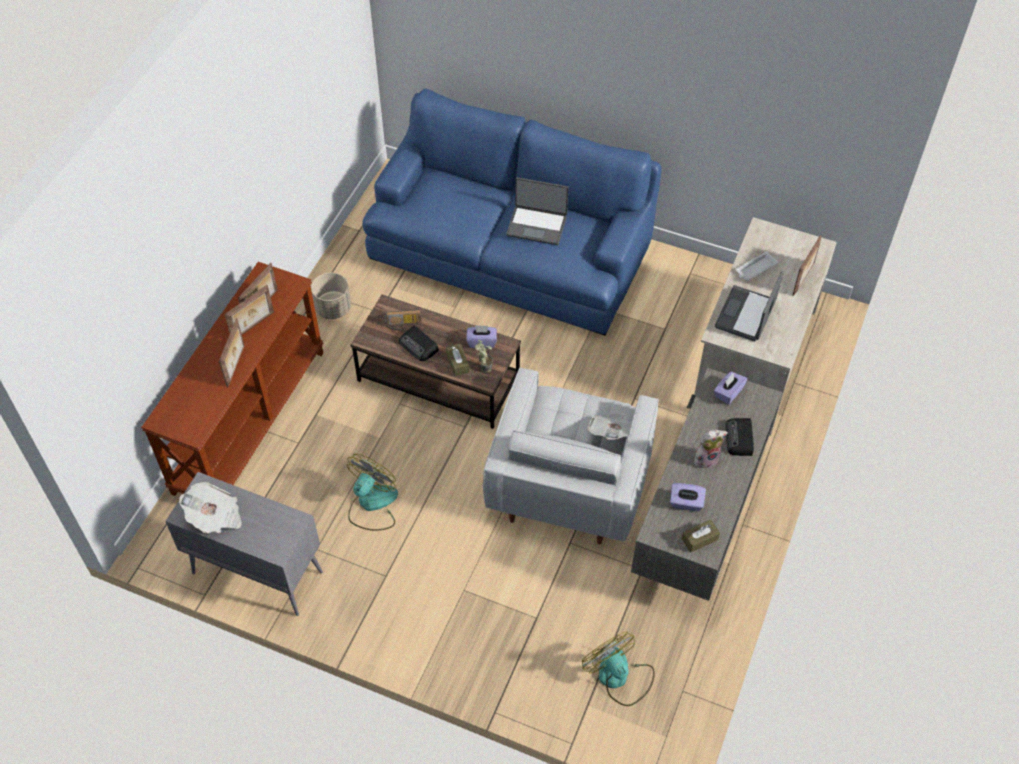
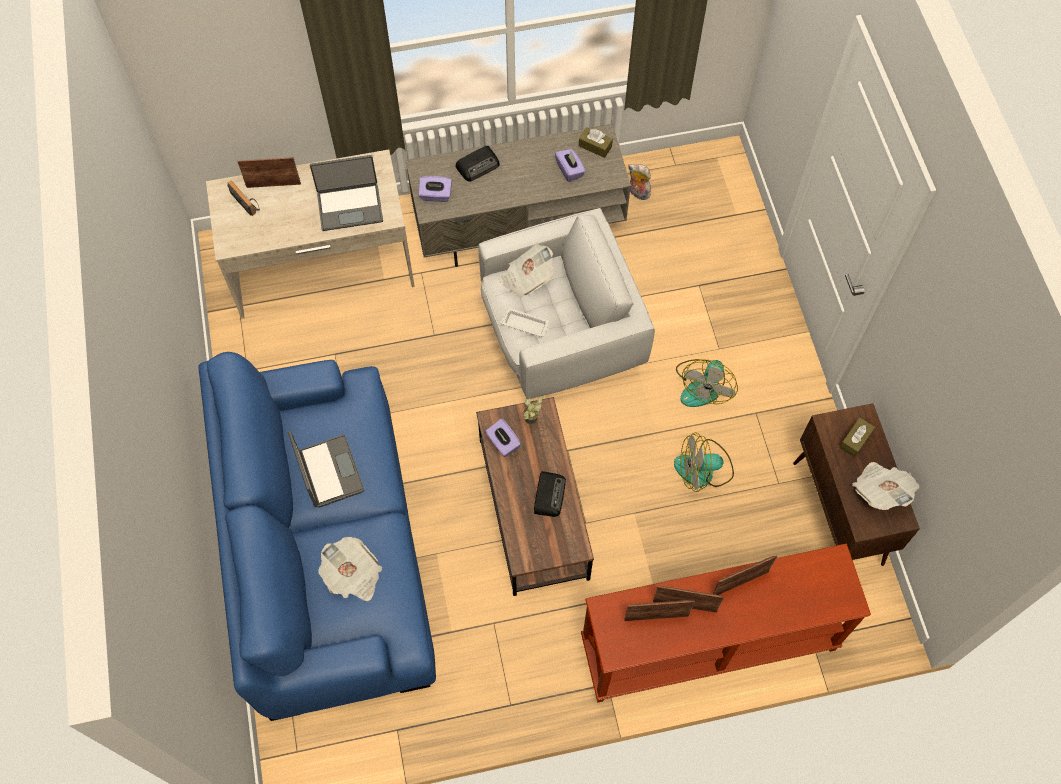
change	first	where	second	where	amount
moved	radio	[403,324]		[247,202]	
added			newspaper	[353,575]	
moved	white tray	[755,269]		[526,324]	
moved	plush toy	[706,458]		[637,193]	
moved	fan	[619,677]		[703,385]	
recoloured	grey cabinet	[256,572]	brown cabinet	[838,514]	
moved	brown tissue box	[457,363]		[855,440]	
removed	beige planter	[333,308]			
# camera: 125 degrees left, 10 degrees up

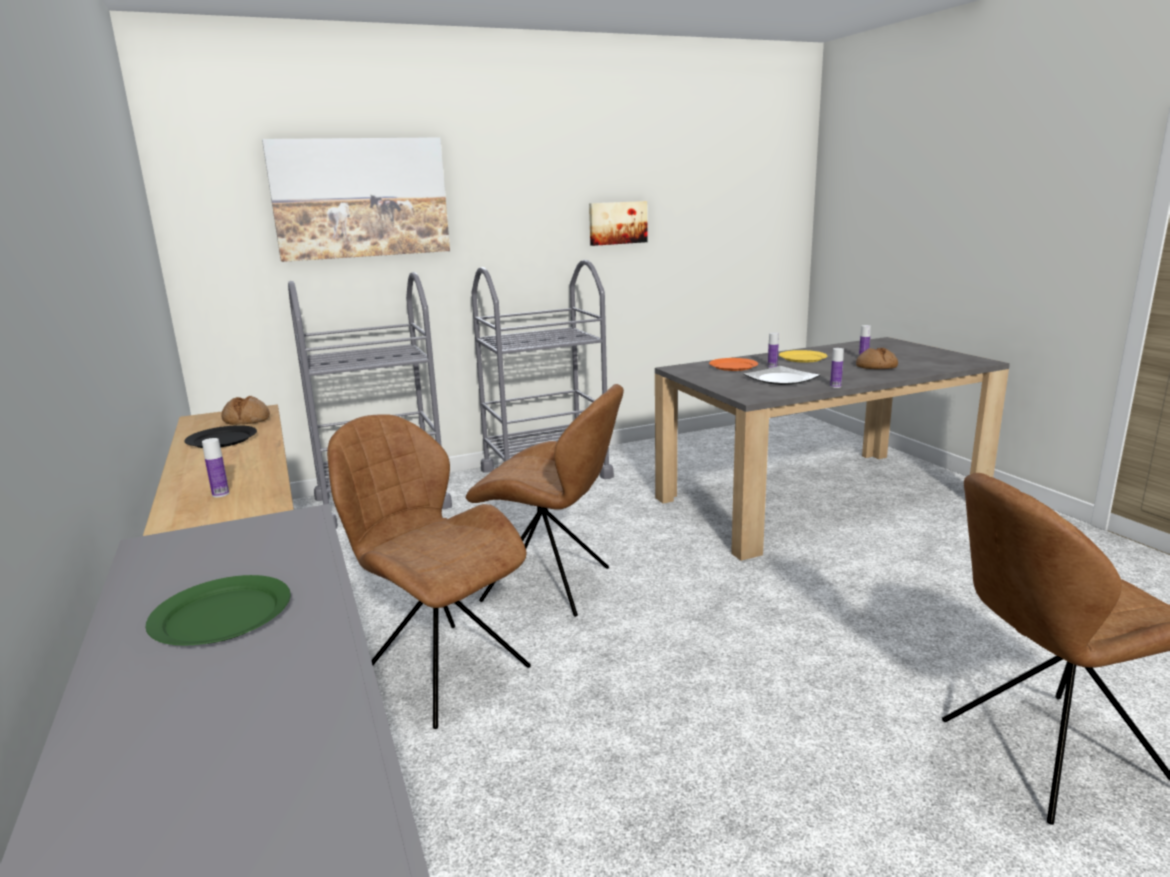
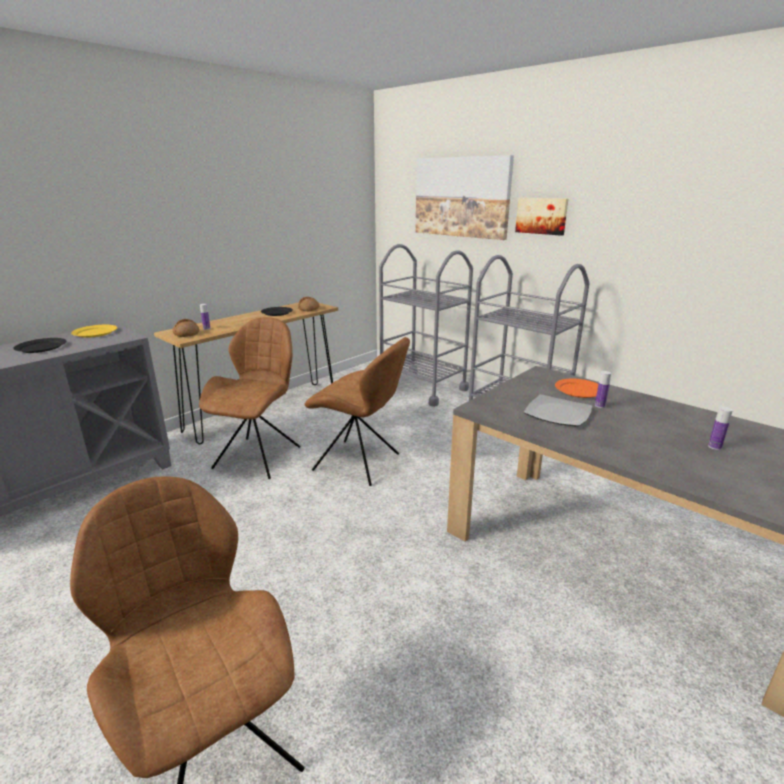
change	first	where	second	where	amount
recoloured	green plate	[223,615]	black plate	[41,347]	
moved	yellow plate	[803,358]		[95,333]	
moved	bread	[876,367]		[186,333]	
turned	brown chair	[551,585]		[359,463]	60 degrees counterclockwise
moved	picture	[617,223]		[541,216]	
removed	bottle	[835,386]			
# camera: 65 degrees right, 5 degrees up

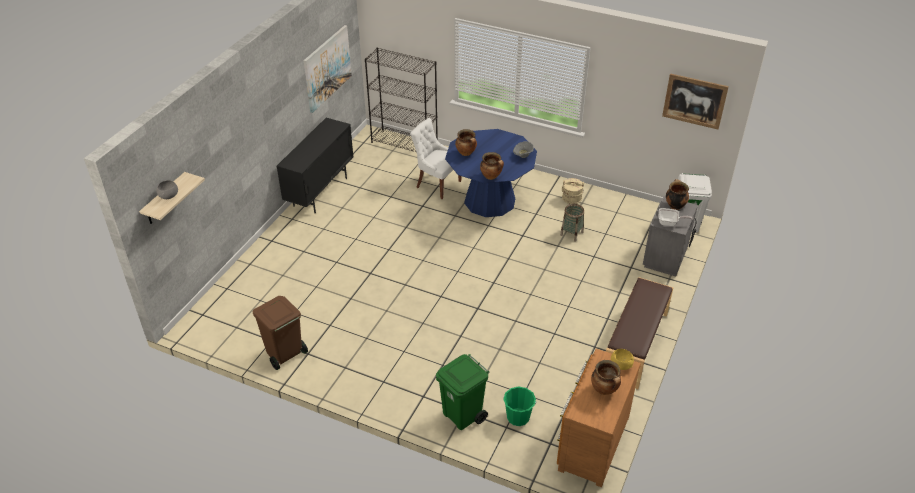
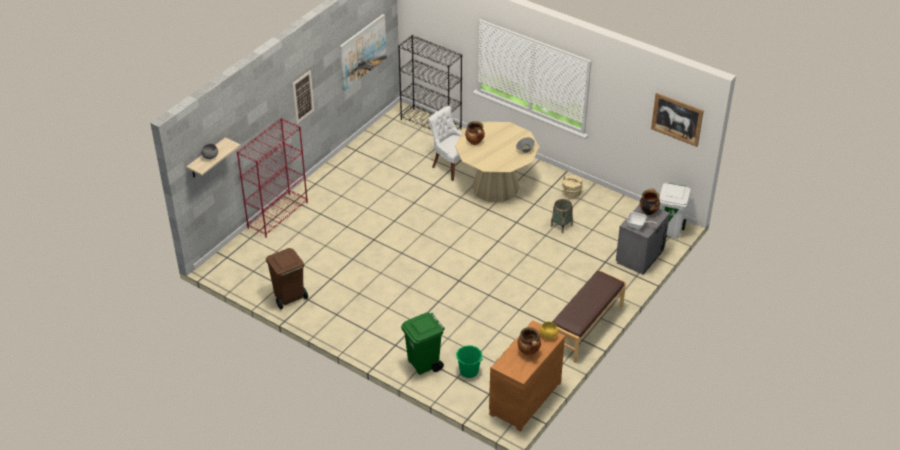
change	first	where	second	where	amount
added			red bookcase	[278,215]	
added			picture	[303,97]	
recoloured	blue dining table	[489,200]	beige dining table	[495,187]	
removed	black cabinet	[320,192]			
removed	cooking pot	[491,176]			
# camera: 10 degrees right, 0 degrees up

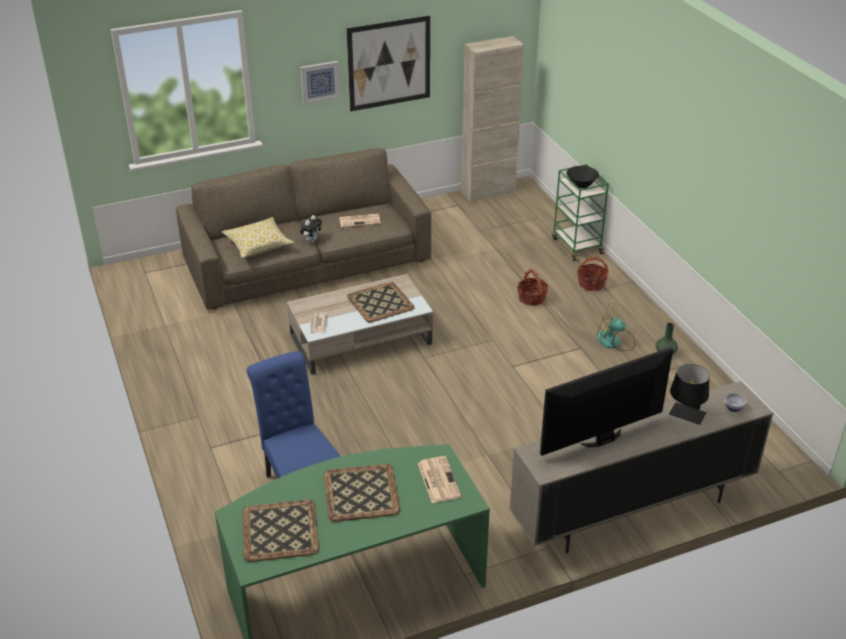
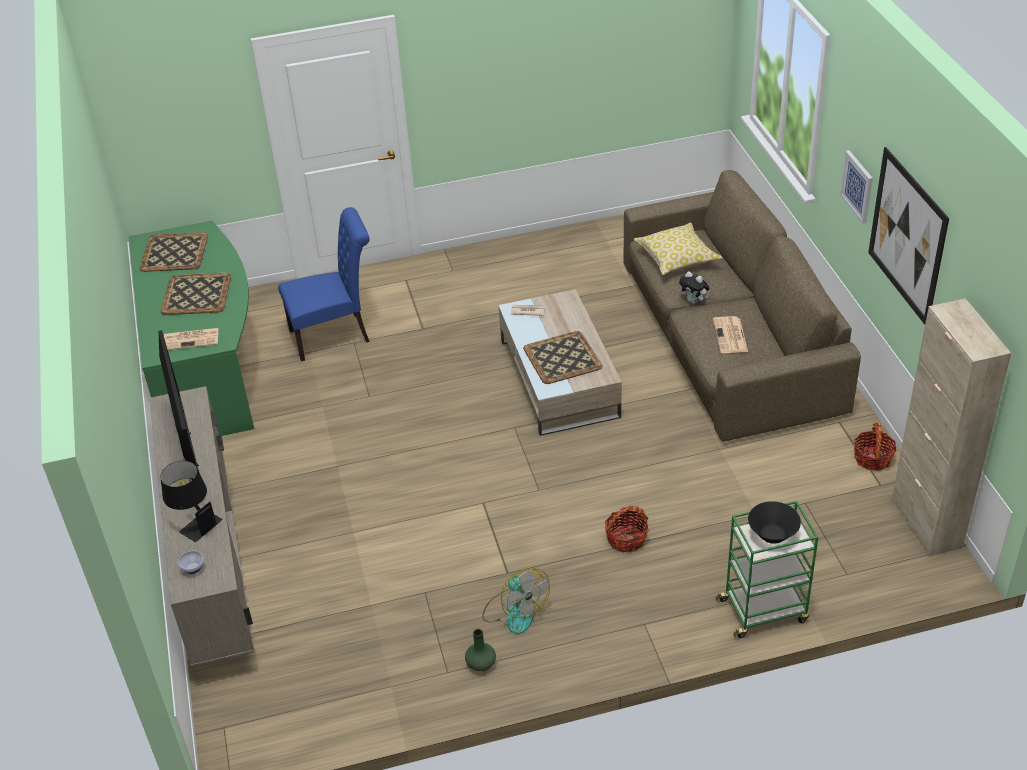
change	first	where	second	where	amount
turned	fan	[614,342]		[514,611]	120 degrees clockwise
moved	basket	[591,284]		[872,458]	
# camera: 100 degrees right, 5 degrees up

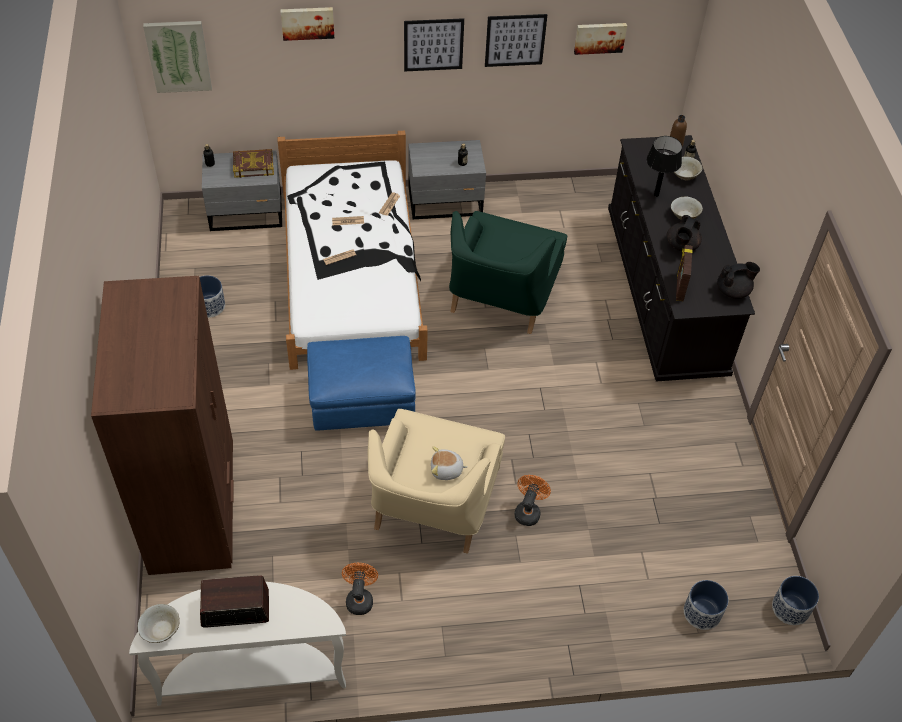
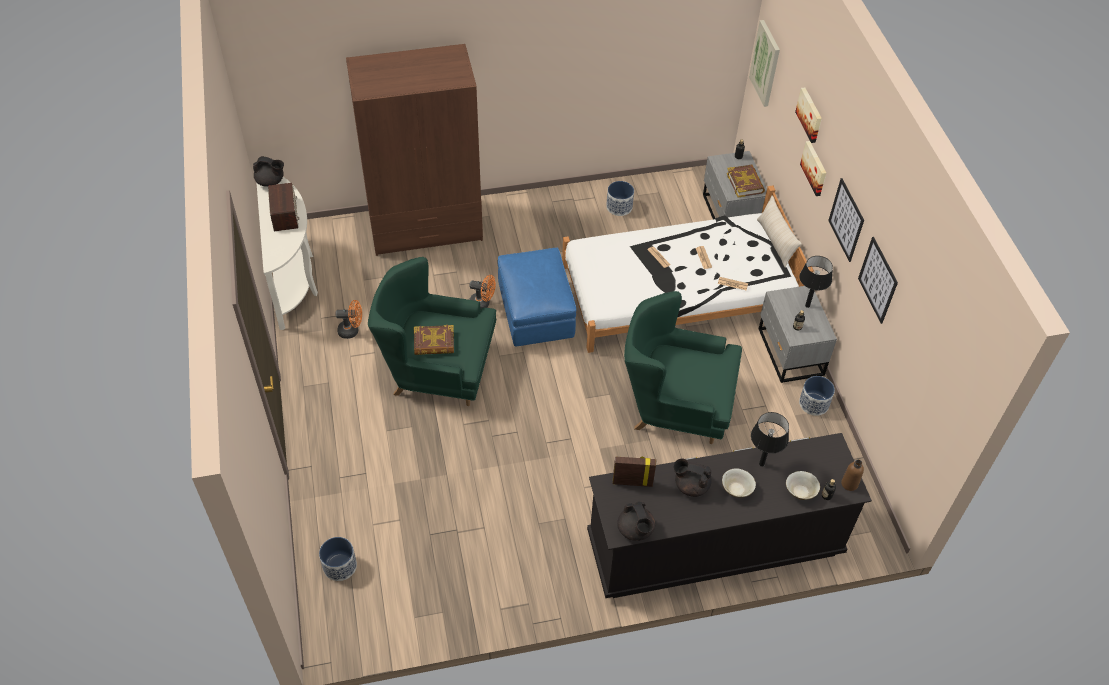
change	first	where	second	where	amount
replaced	beige bowl	[161,630]	black teapot	[271,181]	
recoloured	beige armchair	[432,505]	green armchair	[437,368]	
replaced	plush toy	[446,470]	book	[434,343]	
moved	orange fan	[528,511]		[483,303]	
added			beige pillow	[775,242]	
added			black table lamp	[807,305]	
moved	planter	[790,608]		[813,404]	
moved	picture	[599,37]		[815,168]	
# camera: 85 degrees right, 0 degrees up

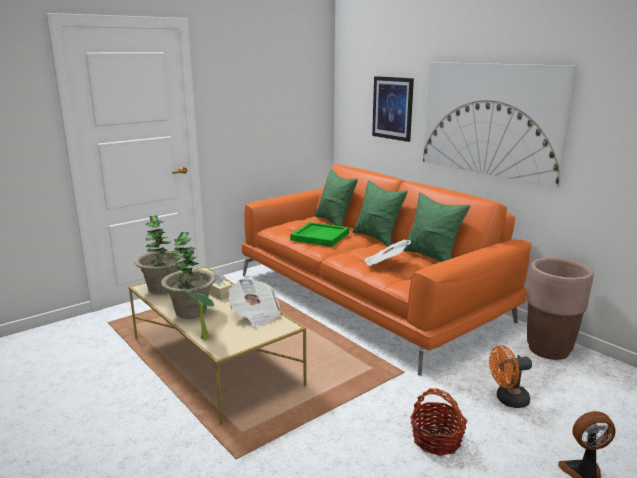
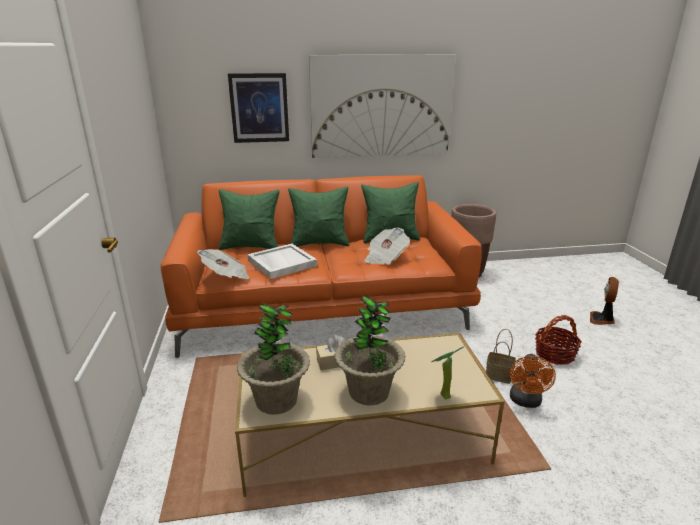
change	first	where	second	where	amount
moved	newspaper	[255,315]		[226,276]	
recoloured	green tray	[320,236]	white tray	[281,263]	
added			basket	[497,375]	
moved	orange fan	[507,400]		[525,402]	
# camera: 60 degrees left, 5 degrees up

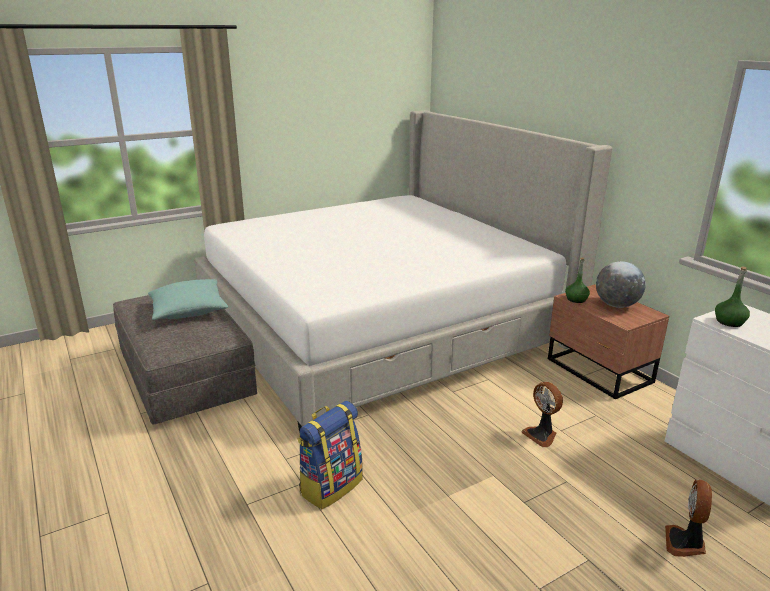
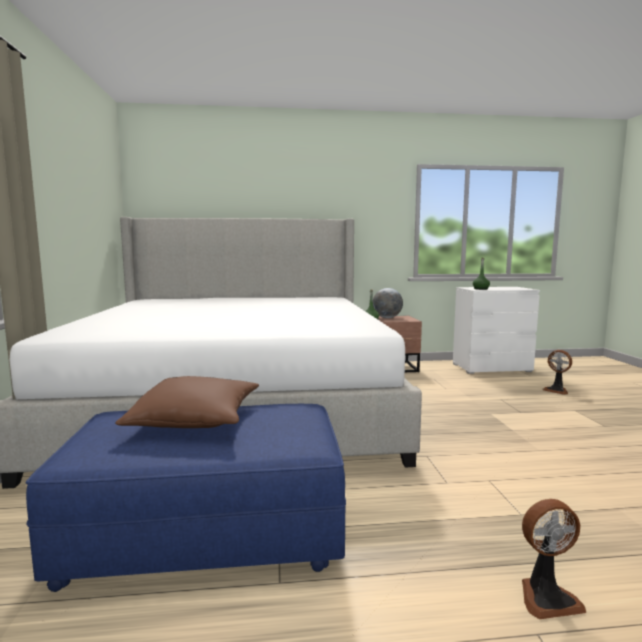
change	first	where	second	where	amount
recoloured	grey ottoman	[186,375]	blue ottoman	[208,527]	
recoloured	turquoise pillow	[188,311]	brown pillow	[196,419]	
moved	fan	[541,435]		[546,597]	
removed	backpack	[330,486]			
# camera: 65 degrees left, 15 degrees down

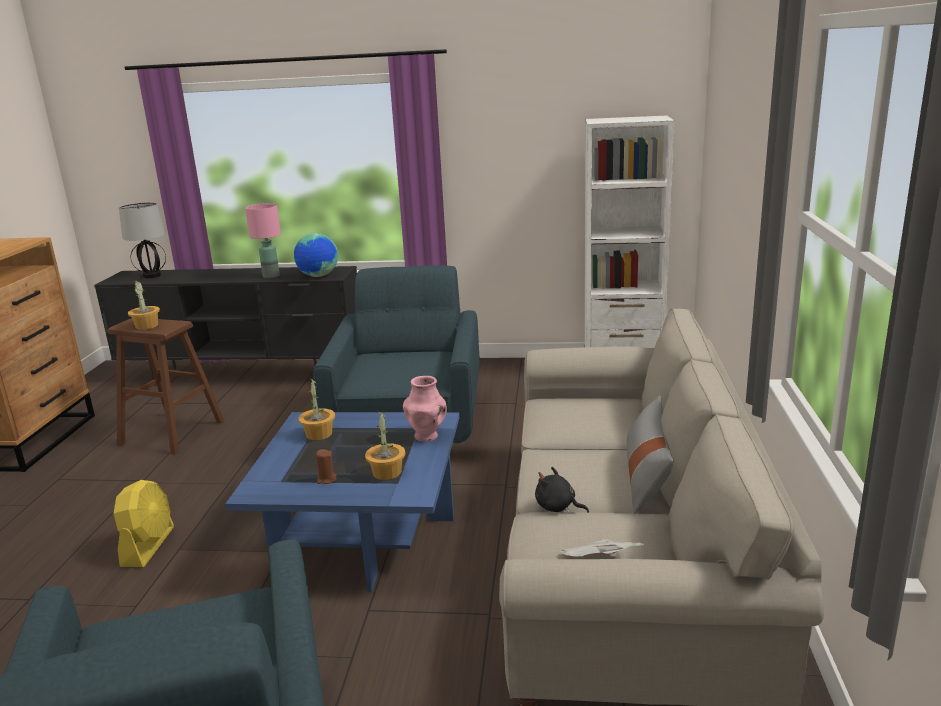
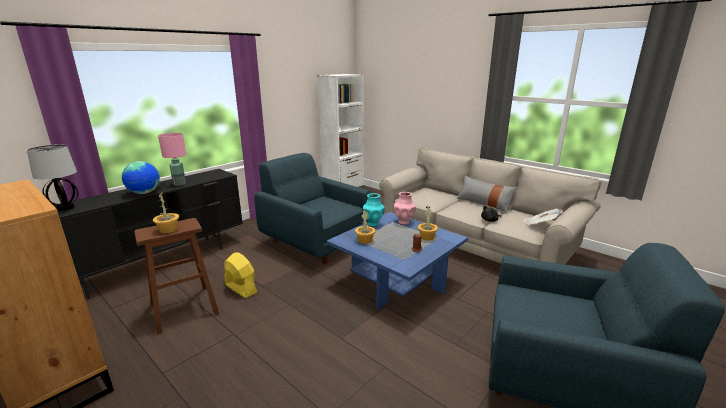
change	first	where	second	where	amount
moved	globe	[318,276]		[144,193]	
moved	yellow fan	[148,546]		[240,288]	
added			turquoise vase	[373,224]	
# camera: 55 degrees left, 0 degrees up

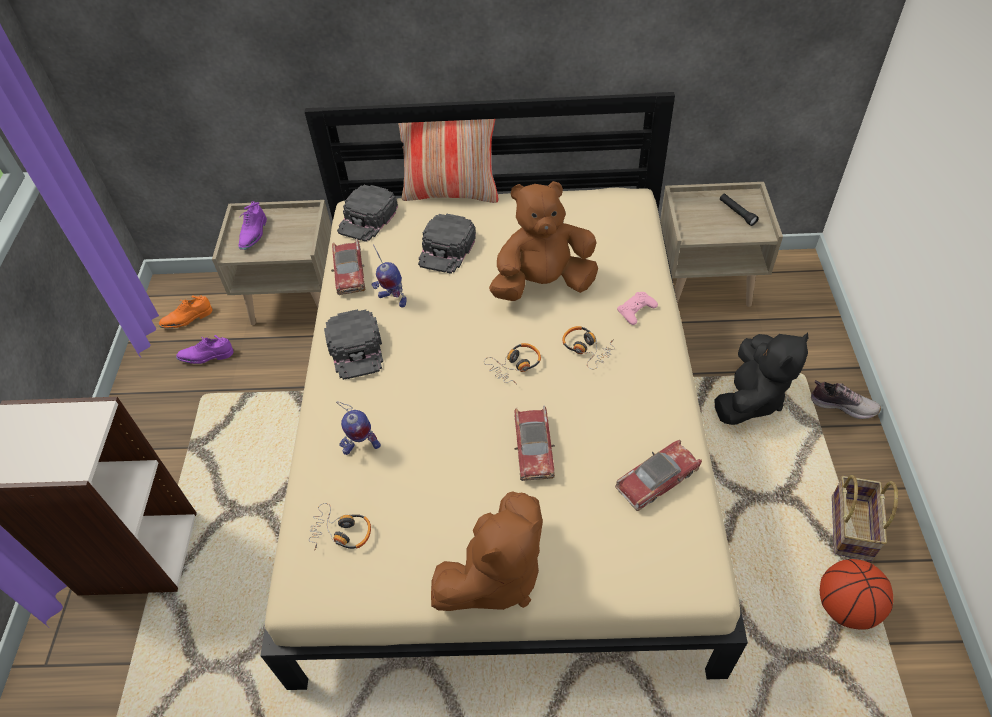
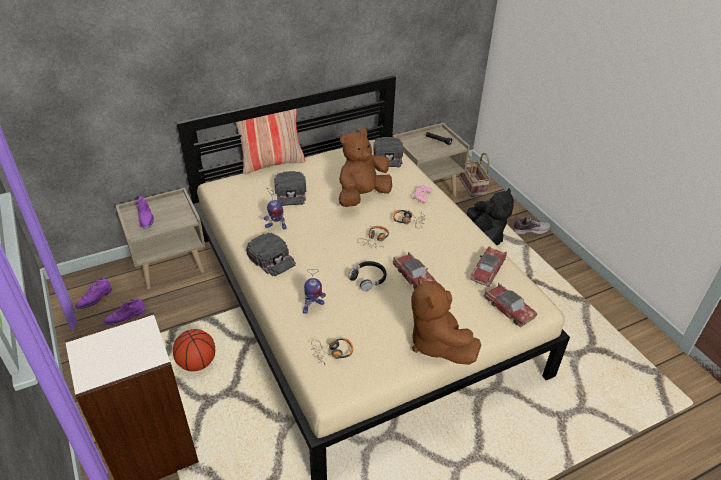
change	first	where	second	where	amount
recoloured	orange shoe	[187,319]	purple shoe	[94,299]	
moved	basketball	[846,607]		[197,363]	
added			black headphones	[368,278]	
moved	black cap	[367,218]		[388,156]	
turned	brown plush toy	[495,576]		[436,343]	135 degrees clockwise
moved	basket	[852,529]		[473,187]	
moved	toy car	[349,272]		[508,309]	
# camera: 30 degrees left, 10 degrees down

